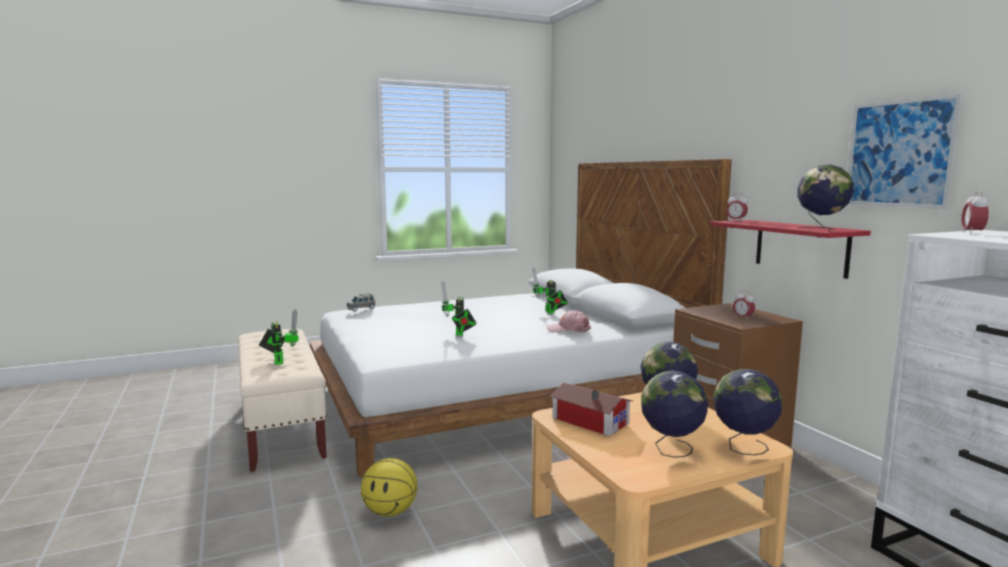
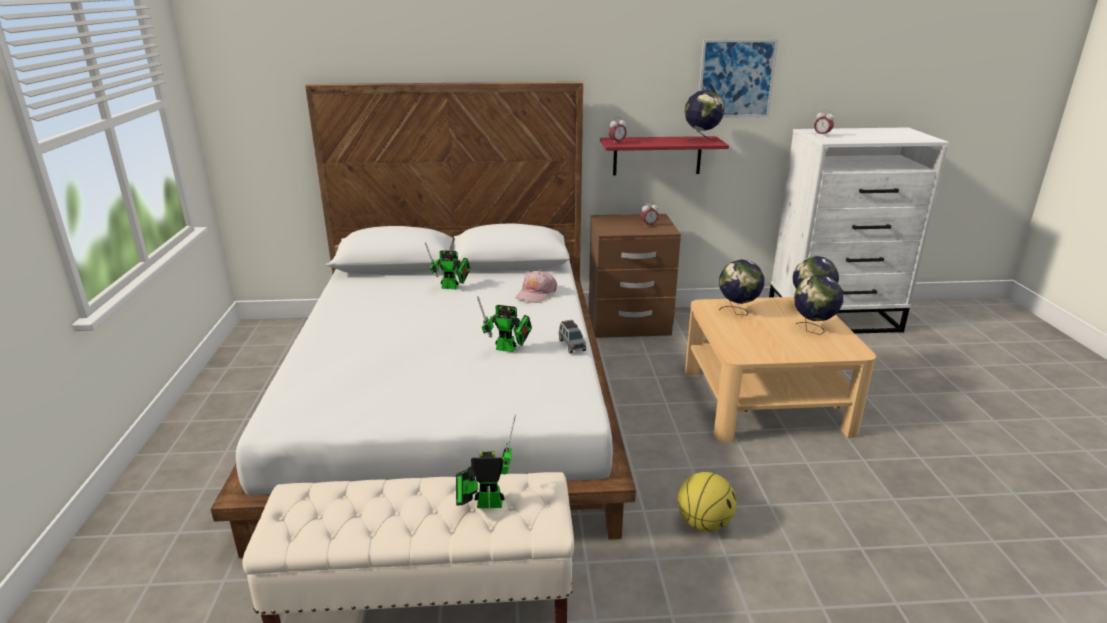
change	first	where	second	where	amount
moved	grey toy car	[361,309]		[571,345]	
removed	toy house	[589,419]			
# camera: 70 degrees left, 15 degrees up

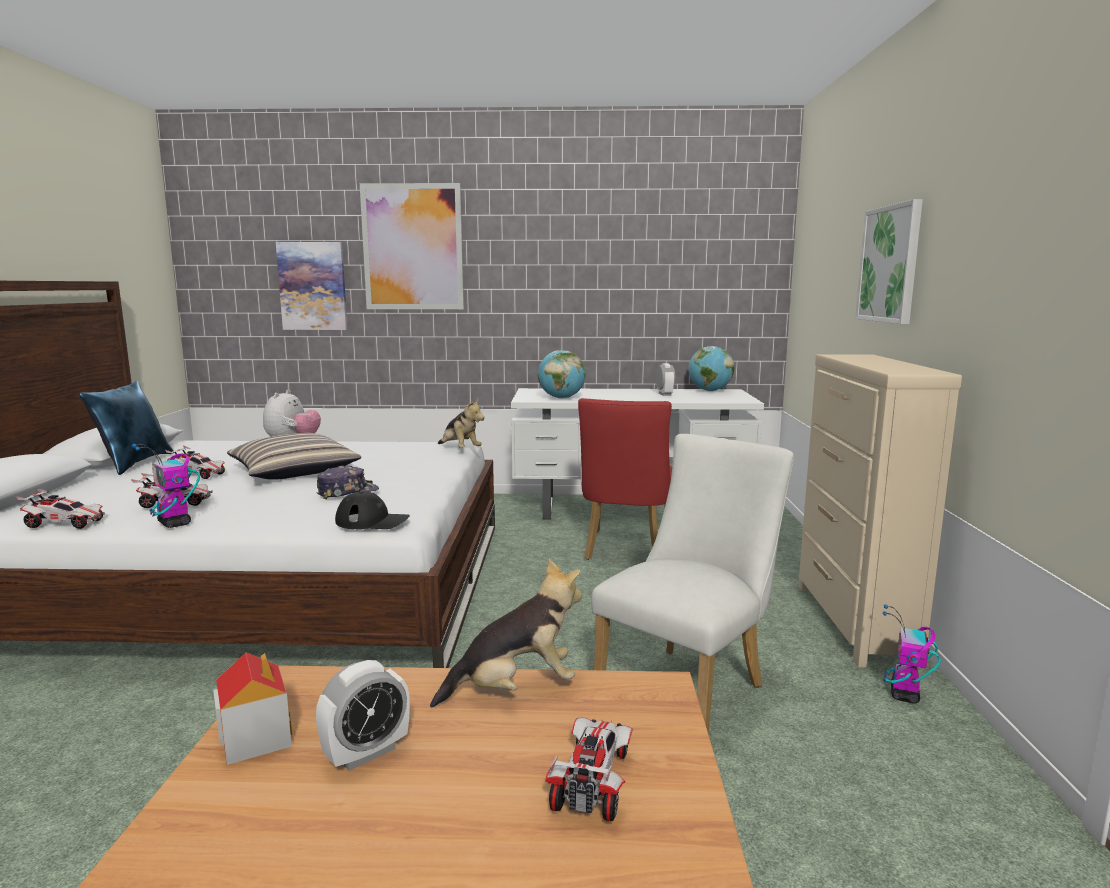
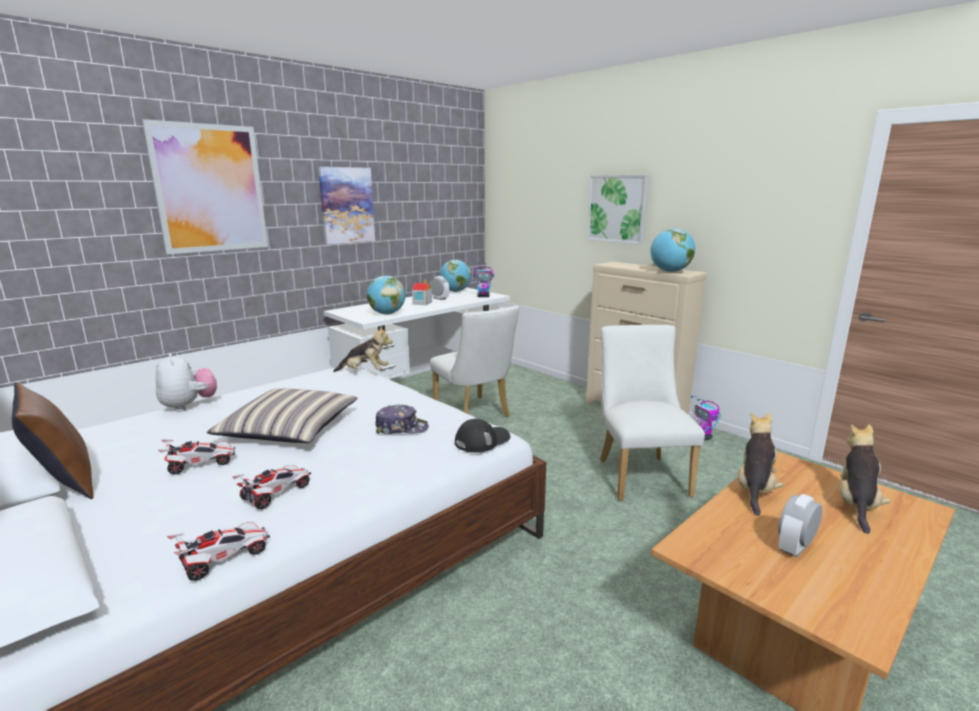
change	first	where	second	where	amount
recoloured	blue pillow	[134,463]	brown pillow	[64,483]	
moved	picture	[313,286]		[347,205]	
turned	cap	[347,492]		[401,428]	75 degrees clockwise
moved	toy house	[256,738]		[422,303]	
recoloured	red chair	[625,550]	white chair	[474,414]	
moved	toy robot	[175,523]		[483,296]	
added			globe	[670,272]	
turned	alarm clock	[366,753]		[795,547]	135 degrees counterclockwise
replaced	toy car	[592,781]	plush toy	[856,504]	
# camera: 45 degrees left, 5 degrees up

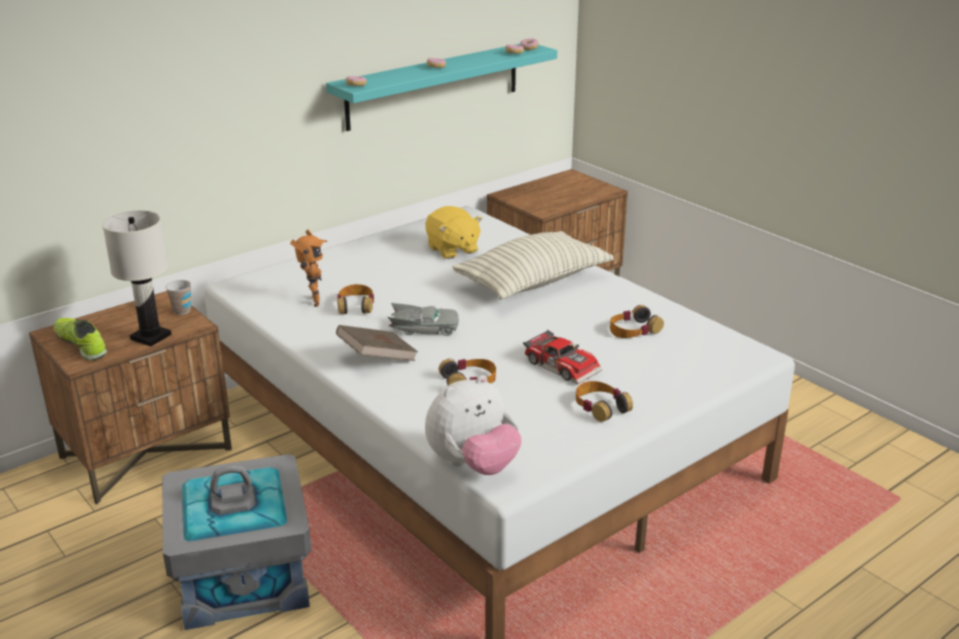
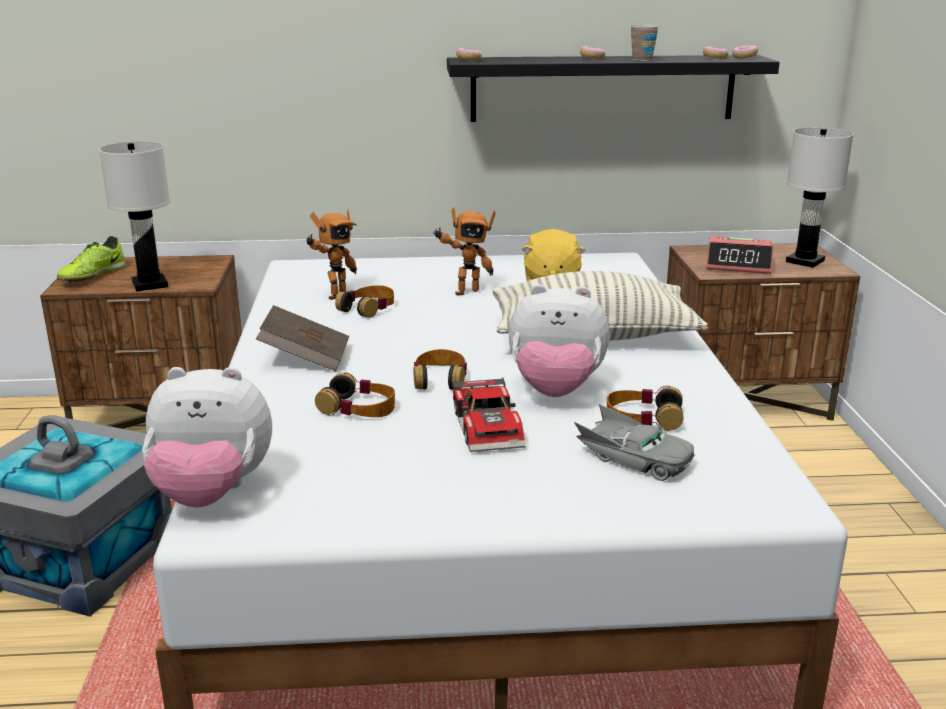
change	first	where	second	where	amount
turned	shoe	[81,344]		[92,276]	150 degrees counterclockwise
moved	headphones	[600,407]		[440,379]	
added			toy robot	[465,291]	
recoloured	turquoise shelf	[434,85]	black shelf	[603,88]	
added			plush toy	[555,391]	
moved	grey toy car	[424,328]		[634,459]	
moved	cup	[182,311]		[642,60]	
added			alarm clock	[738,265]	
added			white table lamp	[804,261]	
# camera: 35 degrees right, 5 degrees down

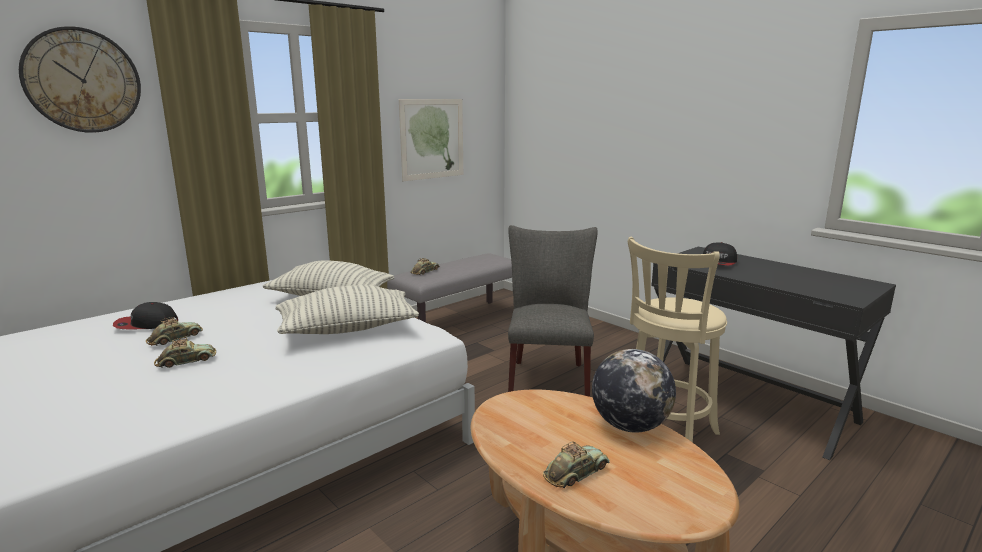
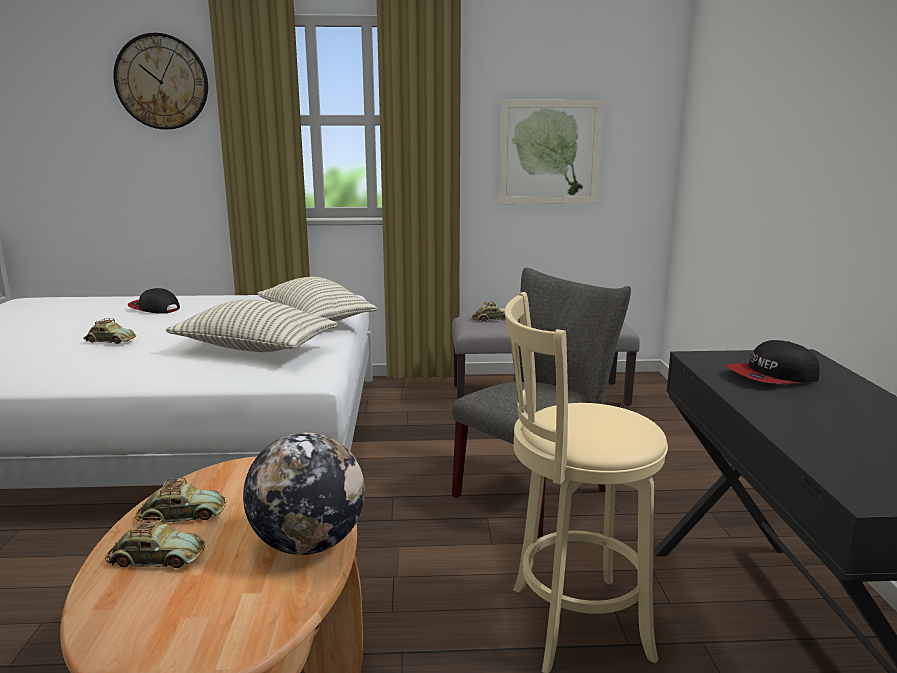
change	first	where	second	where	amount
moved	toy car	[175,338]		[182,515]	
# camera: 40 degrees right, 0 degrees up

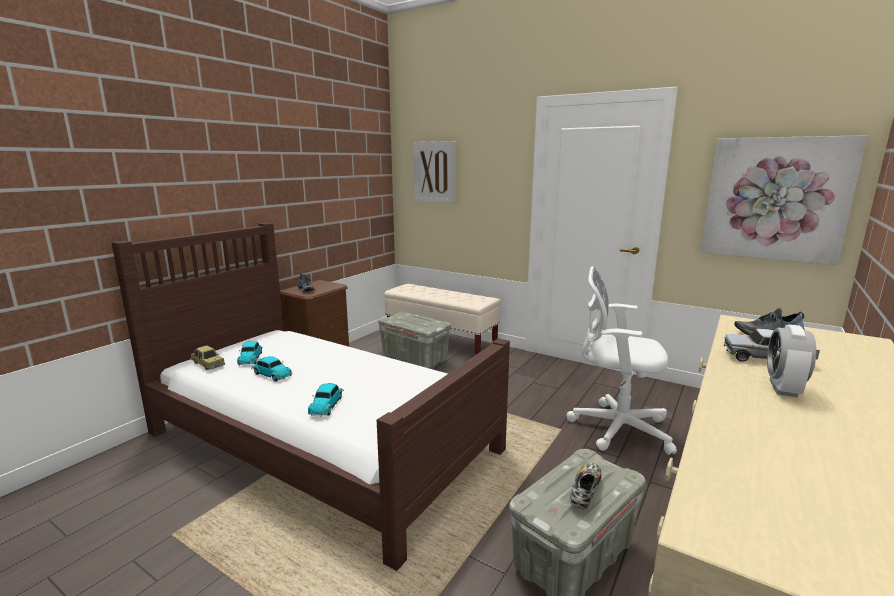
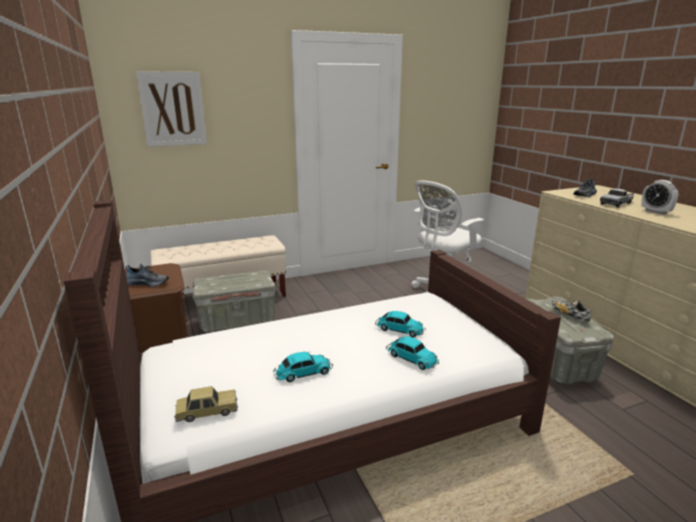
change	first	where	second	where	amount
moved	toy car	[251,358]		[398,329]	
removed	picture	[775,199]			
# camera: 55 degrees left, 5 degrees up

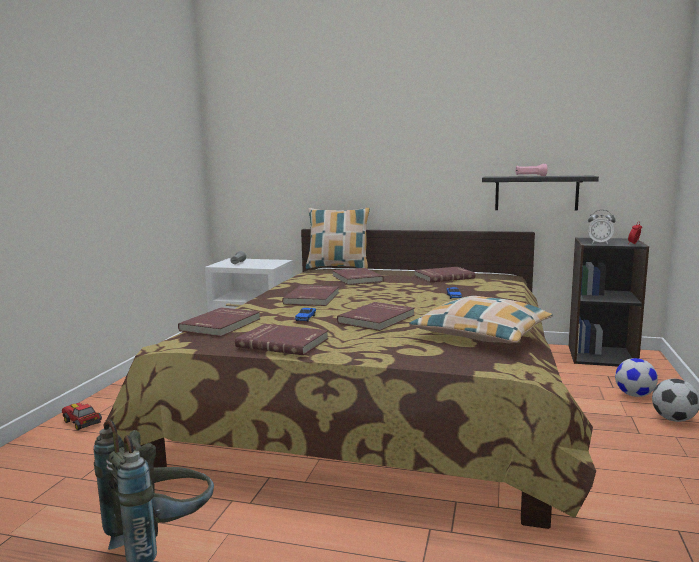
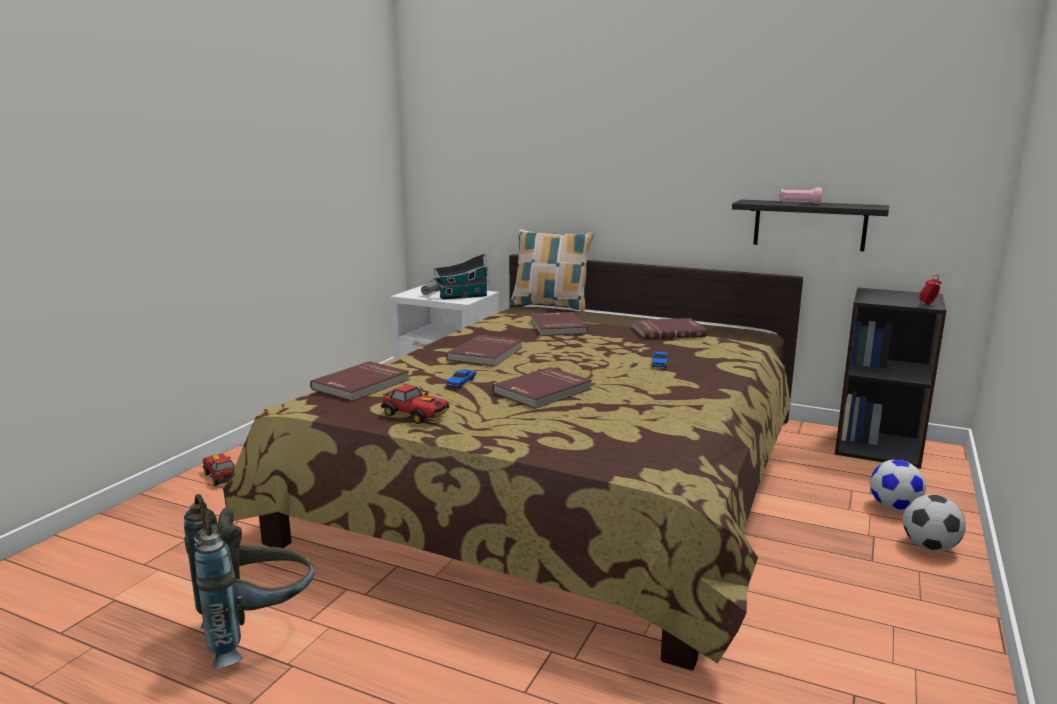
change	first	where	second	where	amount
replaced	red book	[283,342]	toy car	[415,415]	
added			toy house	[461,296]	
removed	pillow	[482,334]			
removed	alarm clock	[600,243]			
# camera: 10 degrees right, 5 degrees up

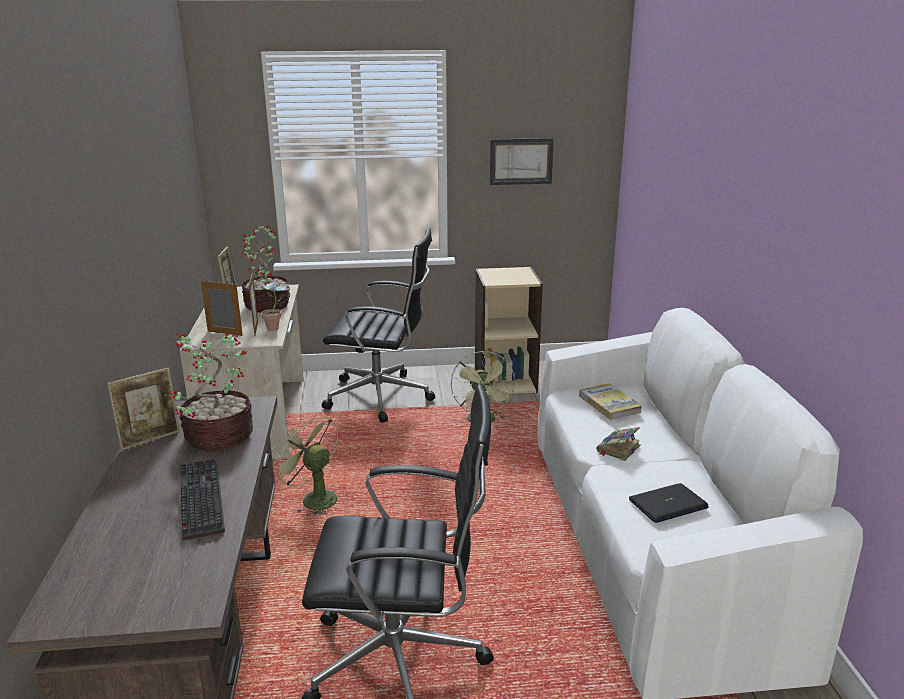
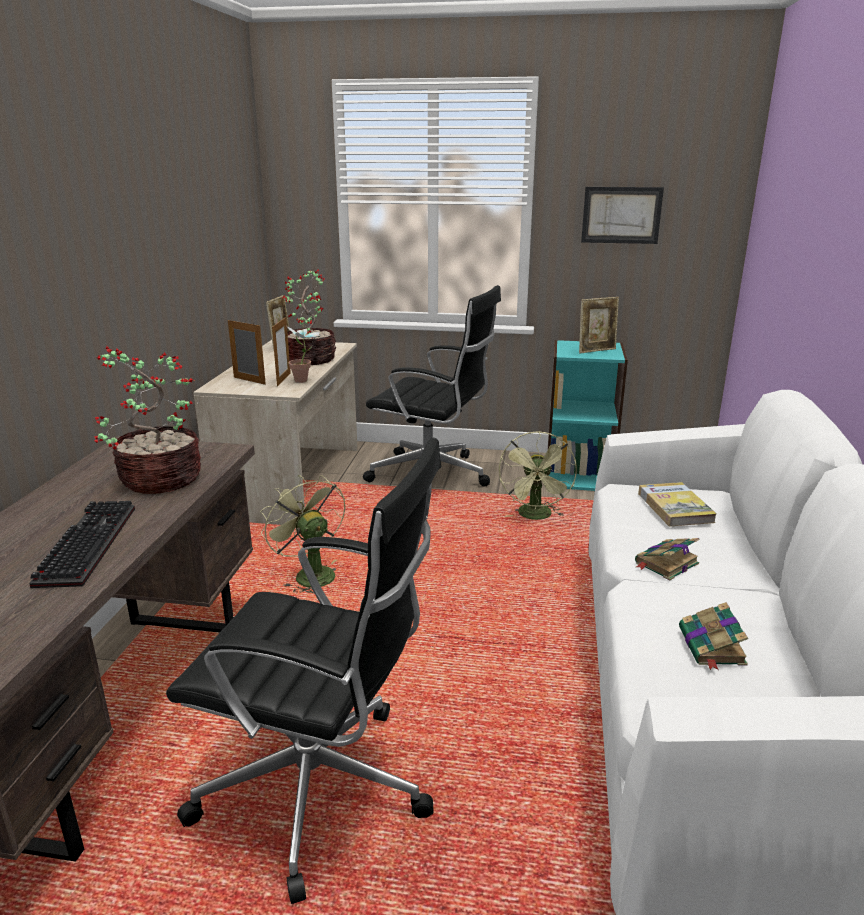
change	first	where	second	where	amount
recoloured	beige bookcase	[505,381]	turquoise bookcase	[578,476]	
moved	picture frame	[150,439]		[596,350]	
replaced	laptop	[668,504]	book	[712,647]	
# camera: 15 degrees right, 0 degrees up

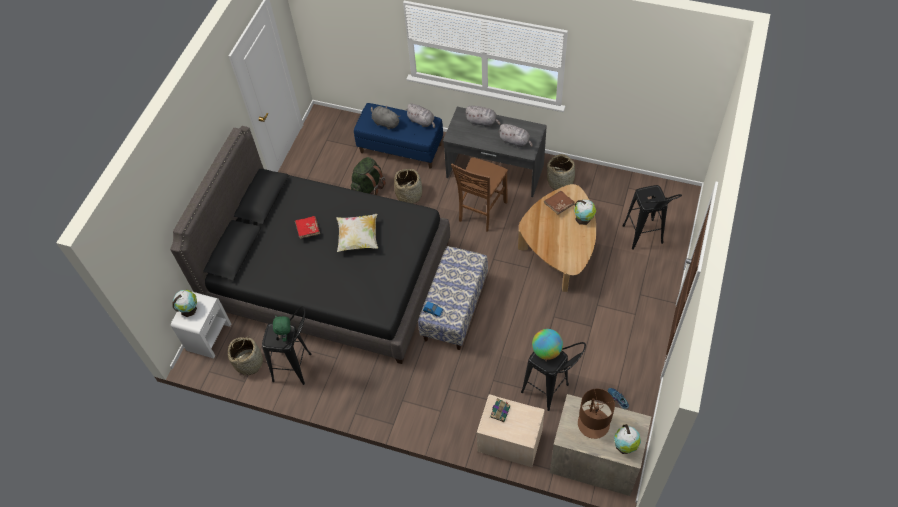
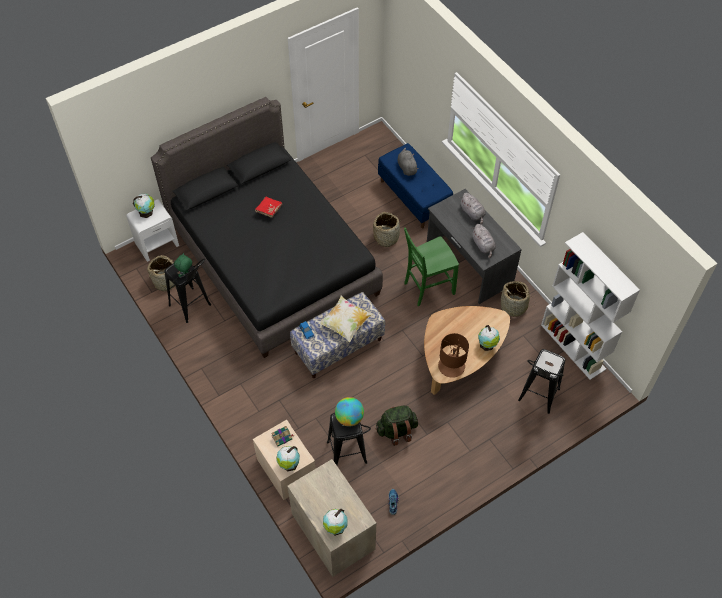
change	first	where	second	where	amount
added			globe	[289,464]	
moved	pillow	[358,238]		[345,324]	
moved	green backpack	[368,187]		[396,431]	
recoloured	brown chair	[481,212]	green chair	[427,288]	
moved	brown table lamp	[593,423]		[451,366]	
added			white bookcase	[573,347]	
removed	grey plush toy	[422,121]			
removed	brown book	[558,205]			
# camera: 35 degrees right, 0 degrees up

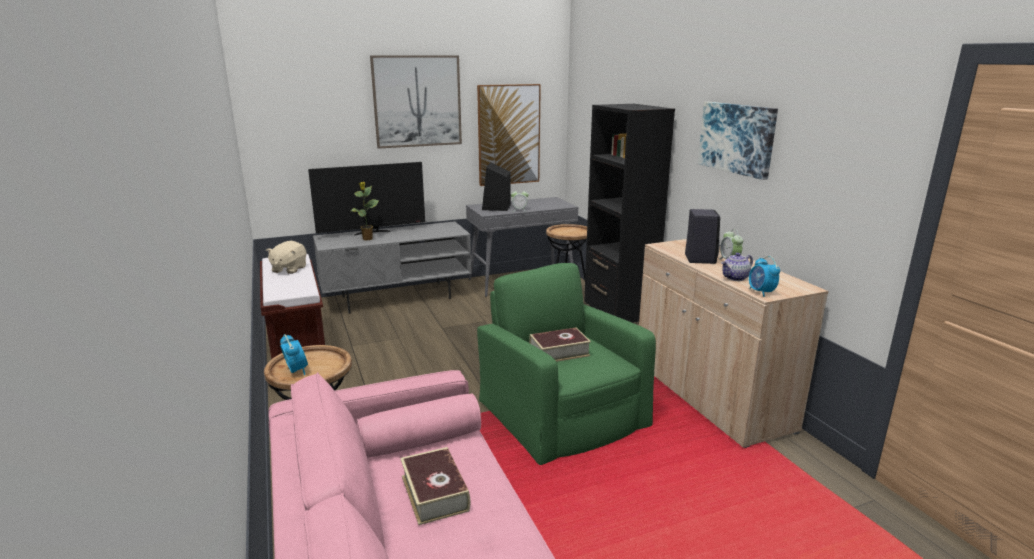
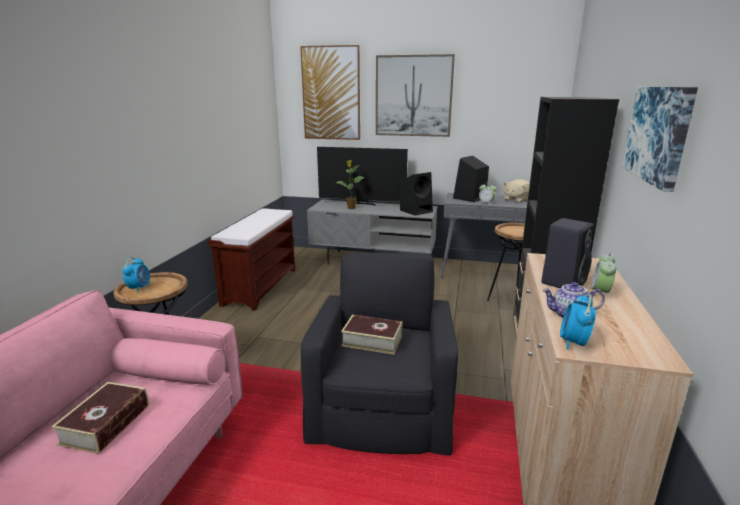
change	first	where	second	where	amount
moved	picture	[508,135]		[331,93]	
recoloured	green armchair	[561,411]	black armchair	[382,401]	
added			black speaker	[416,211]	
moved	beige plush toy	[289,269]		[515,200]	
# camera: 35 degrees right, 0 degrees up

